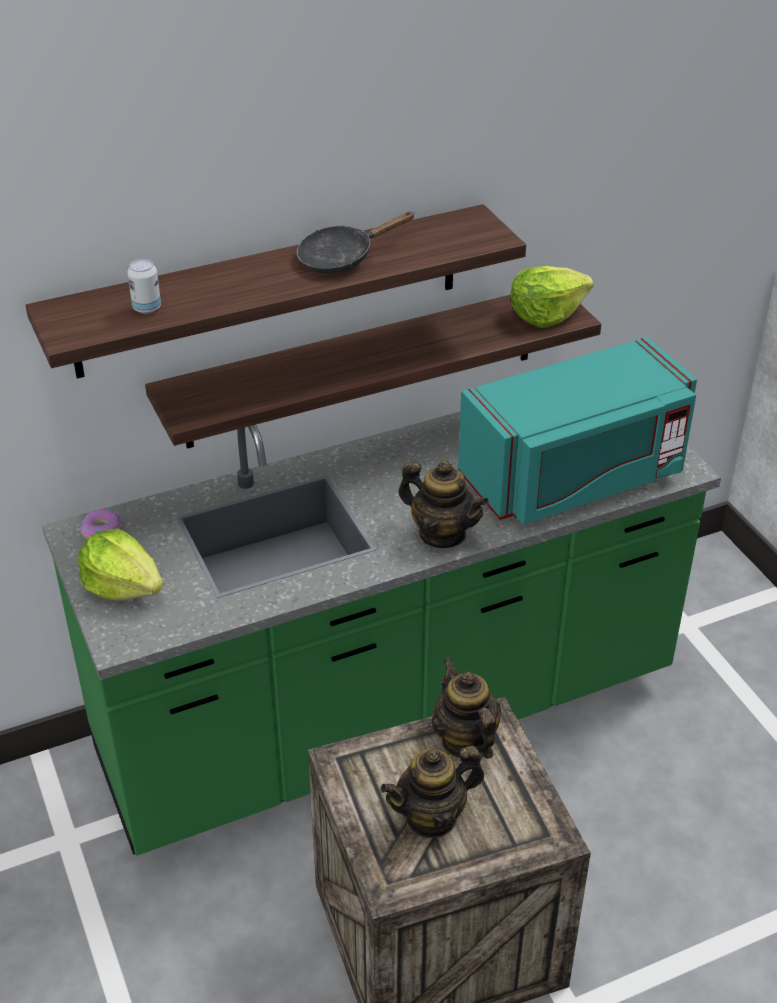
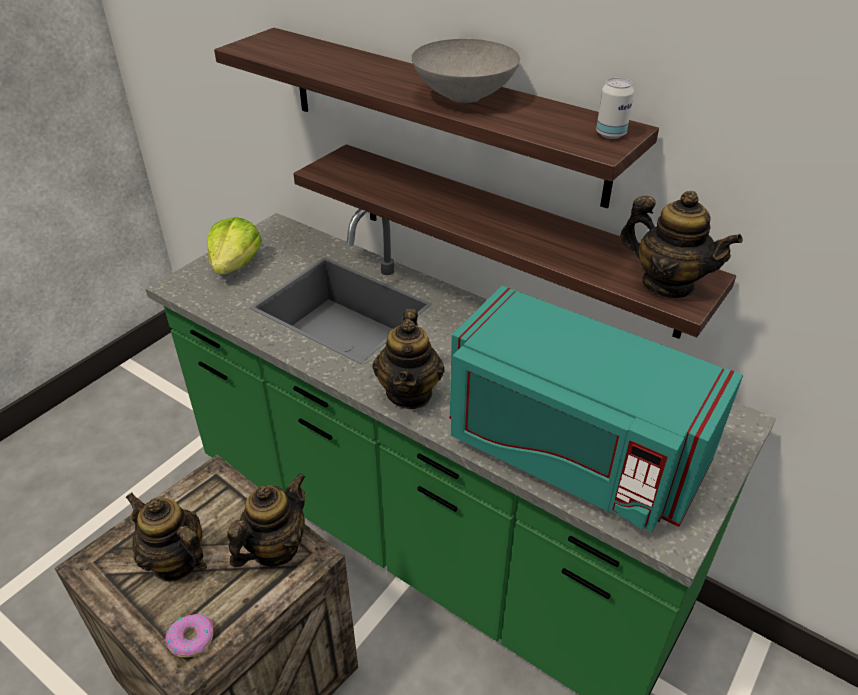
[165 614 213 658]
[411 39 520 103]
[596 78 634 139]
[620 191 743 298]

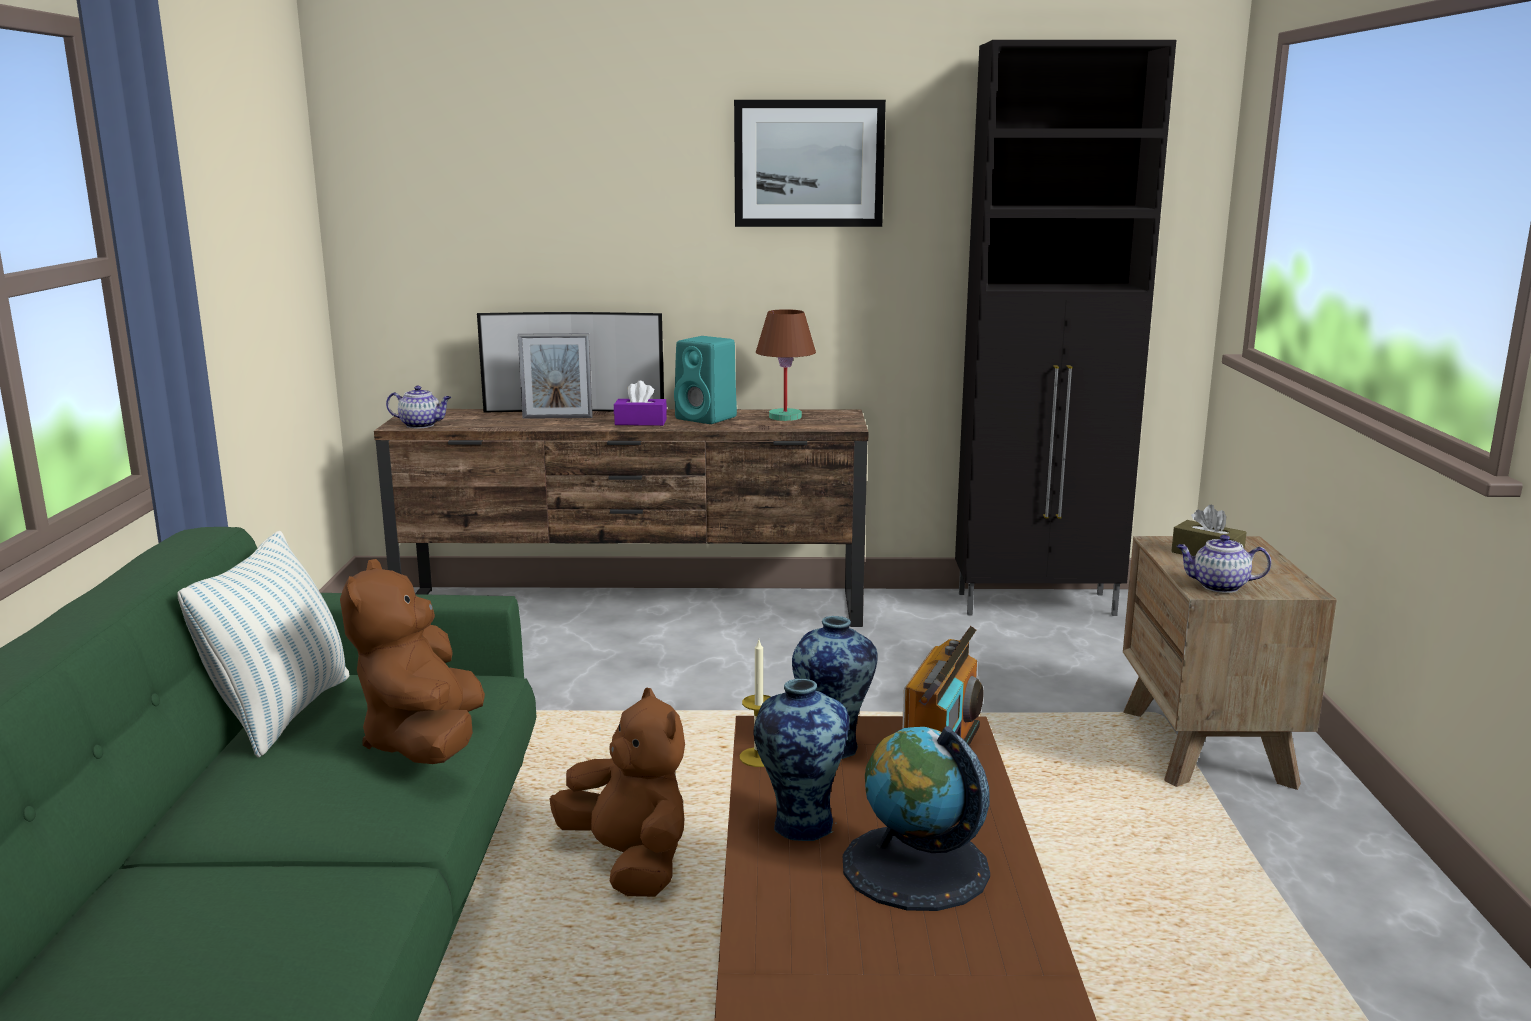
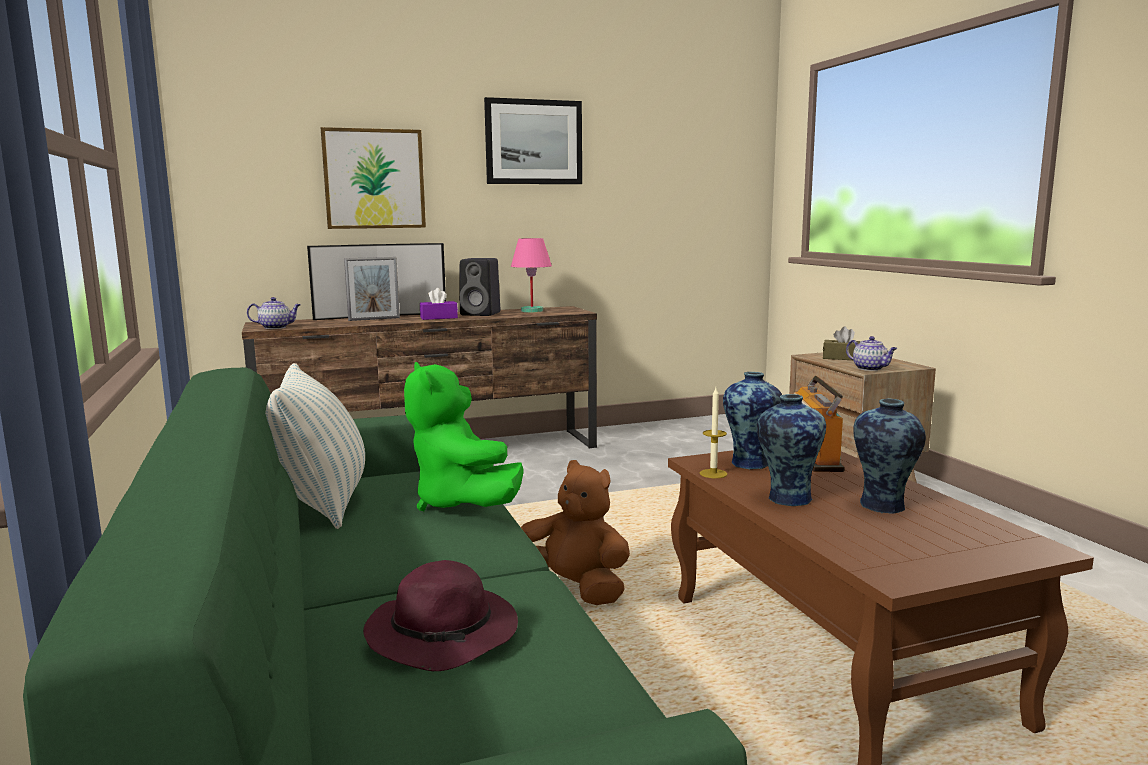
[321 127 426 229]
[363 560 518 671]
[404 362 524 511]
[459 258 500 316]
[511 238 552 312]
[846 336 897 371]
[853 399 926 513]
[955 40 1176 616] (first image)

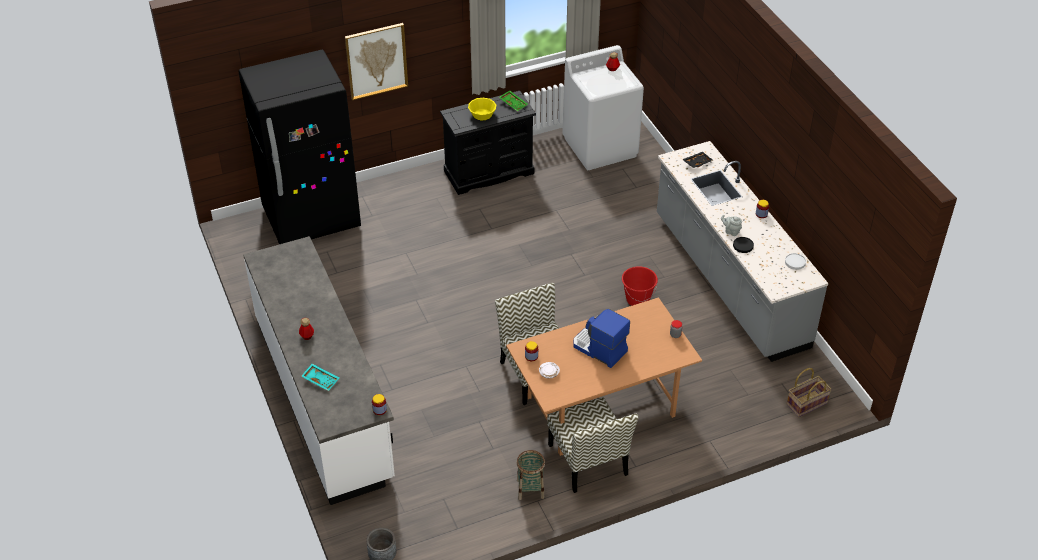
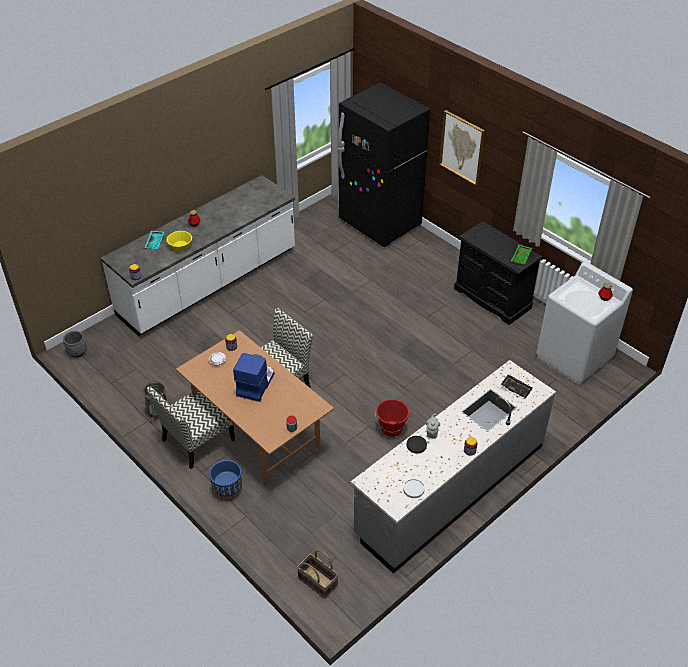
[166 231 192 252]
[209 460 242 500]

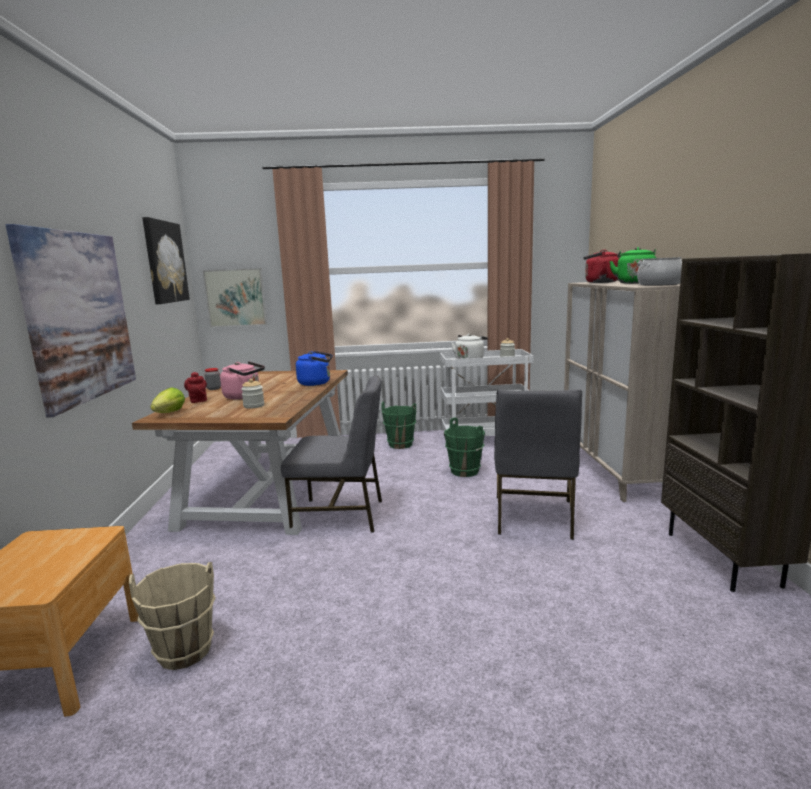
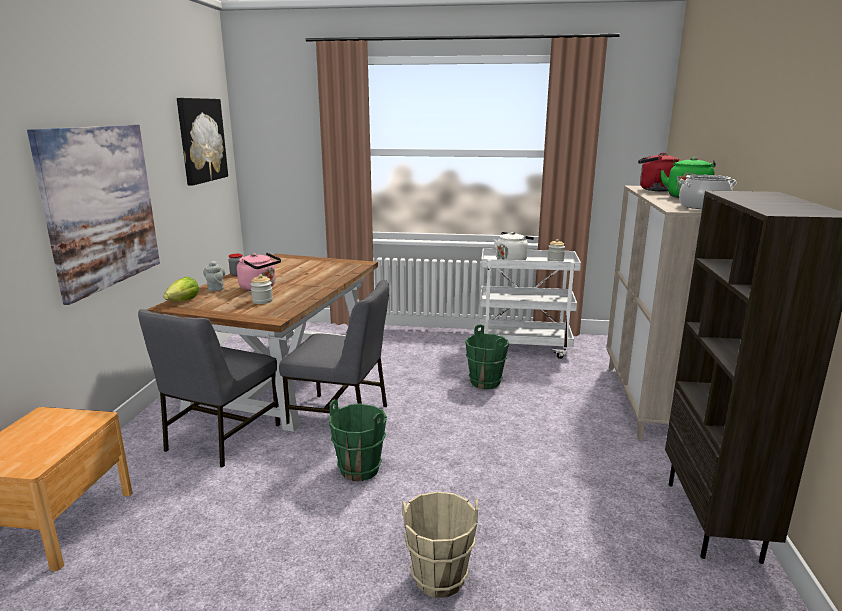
[138 309 280 468]
[203 260 225 291]
[329 399 387 481]
[402 491 478 598]
[203 268 267 328] (first image)
[296 351 333 386] (first image)

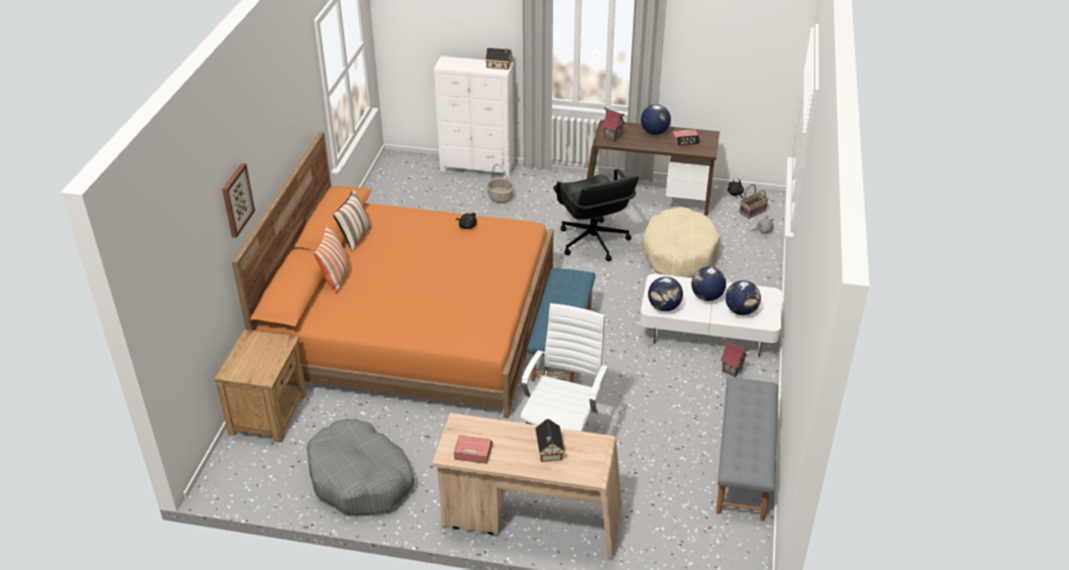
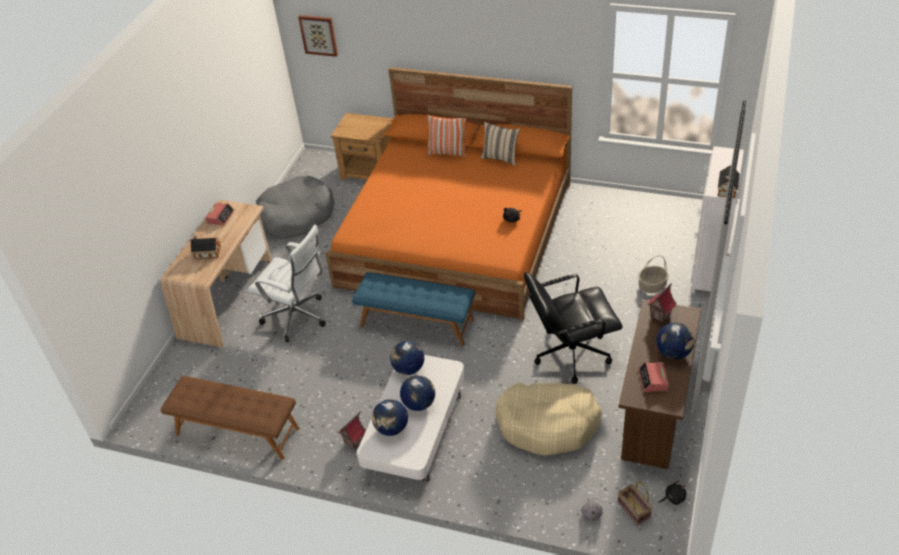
[160 376 300 460]
[298 15 338 57]

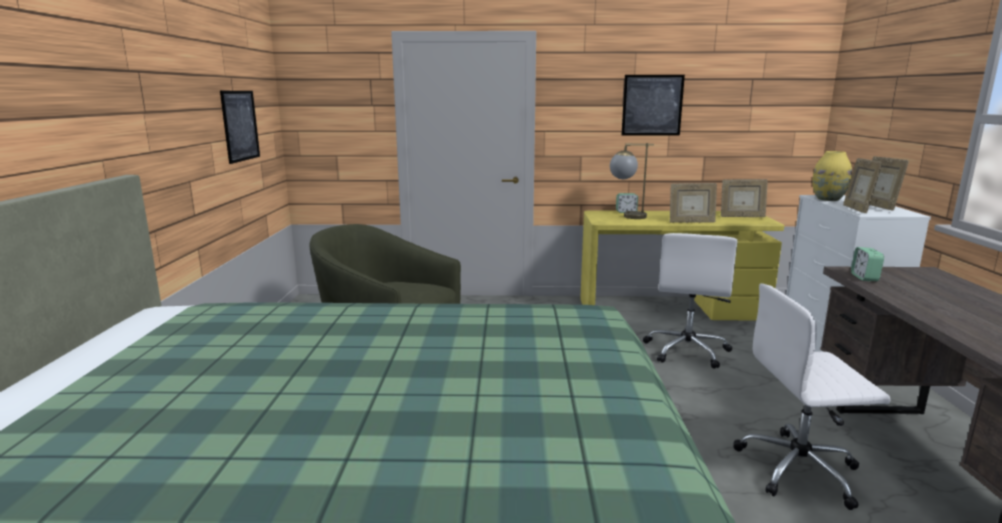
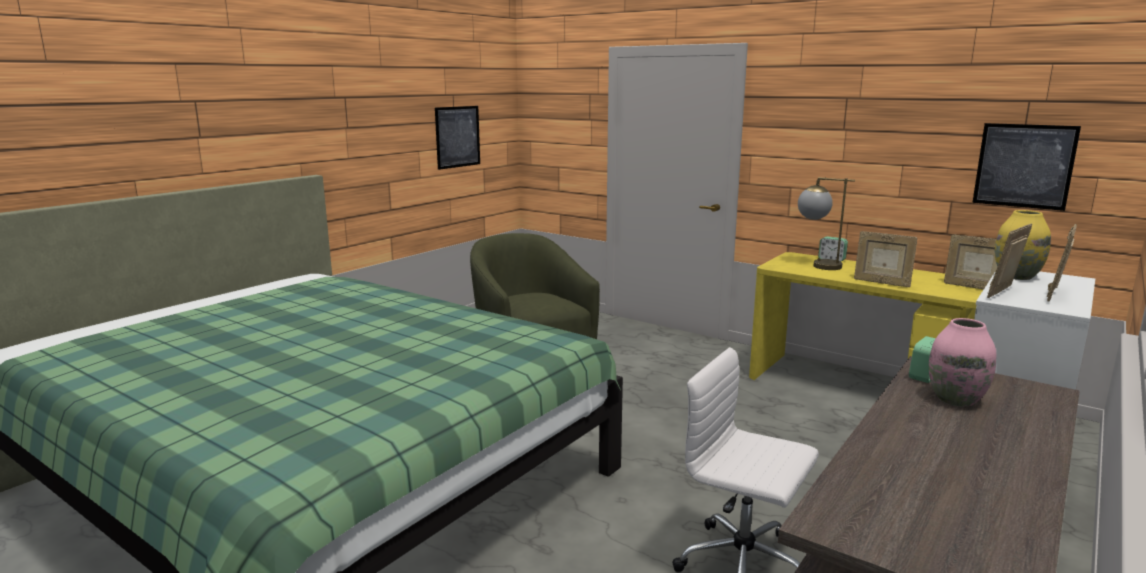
[929 318 996 407]
[972 123 1081 211]
[643 233 737 369] (first image)

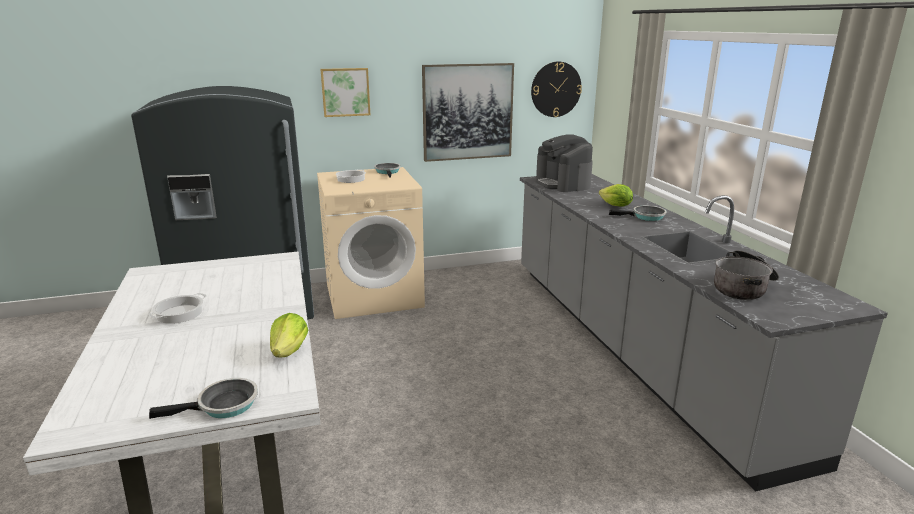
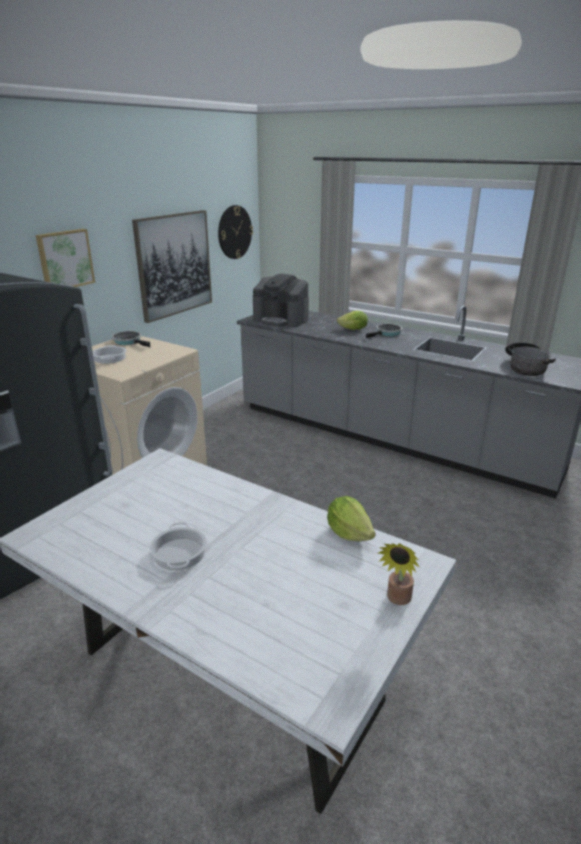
[378 543 420 605]

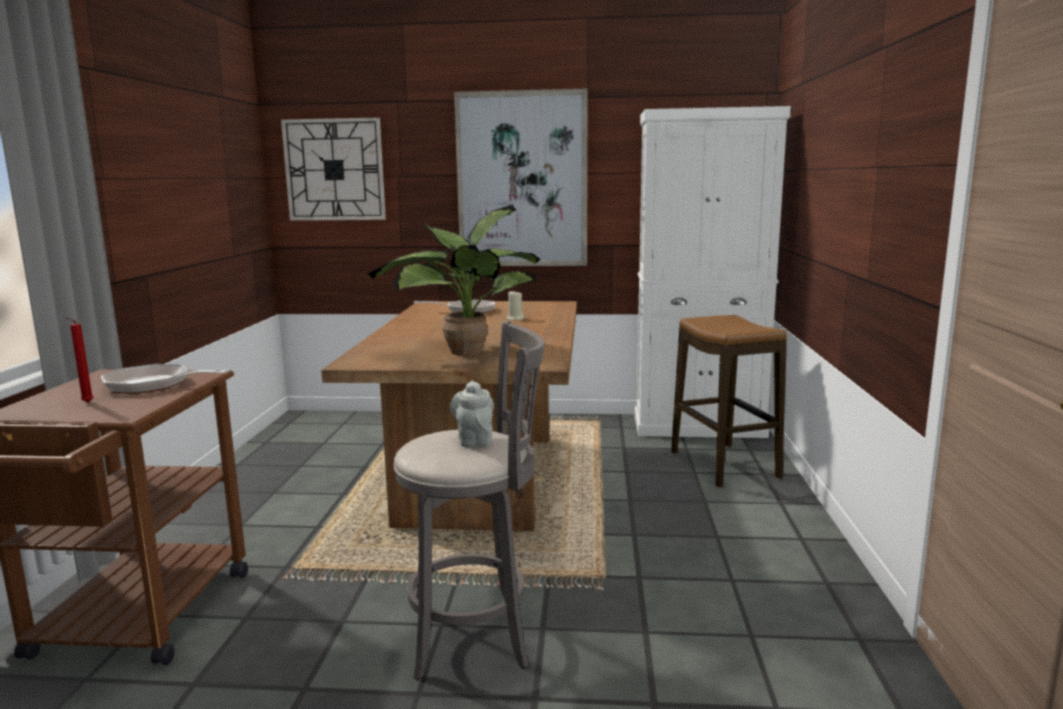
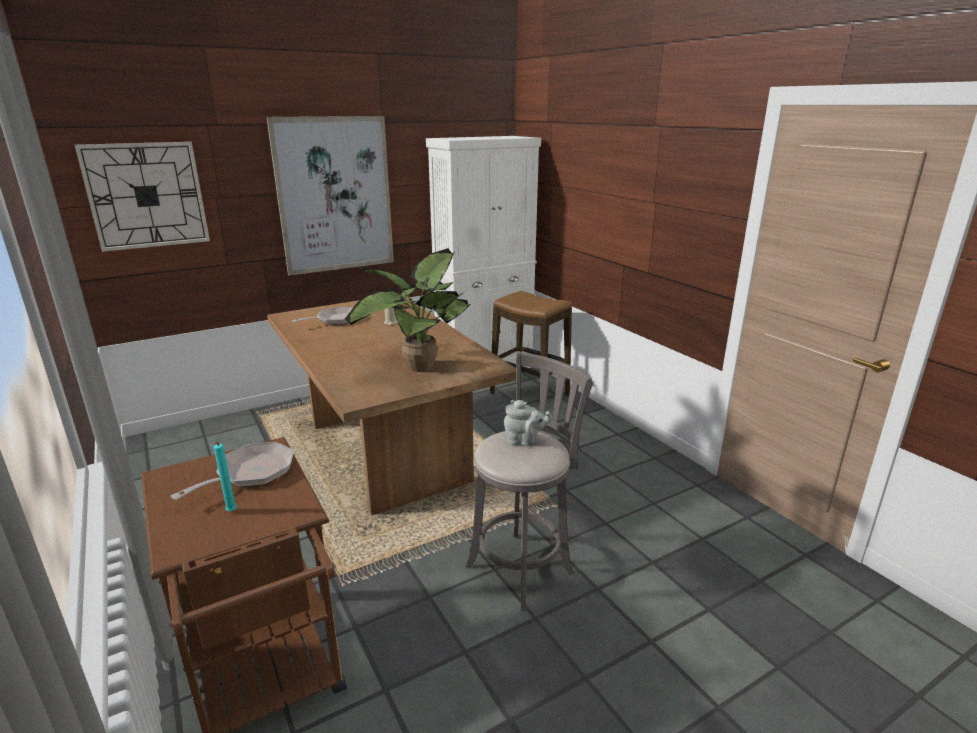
[171 442 294 500]
[214 442 237 512]
[504 400 553 446]

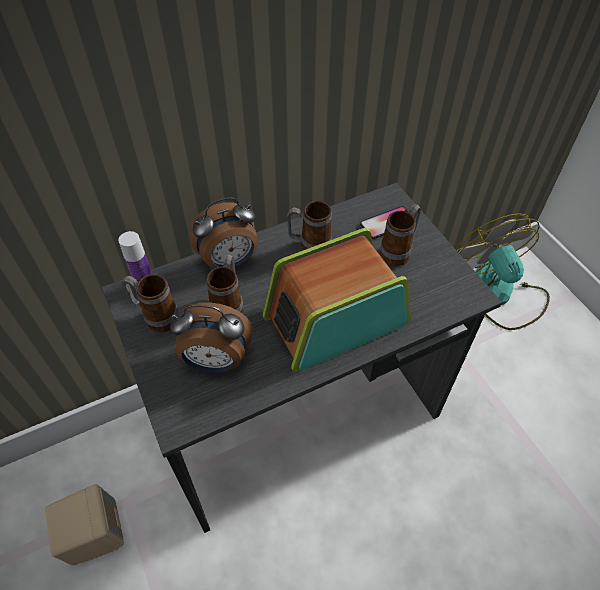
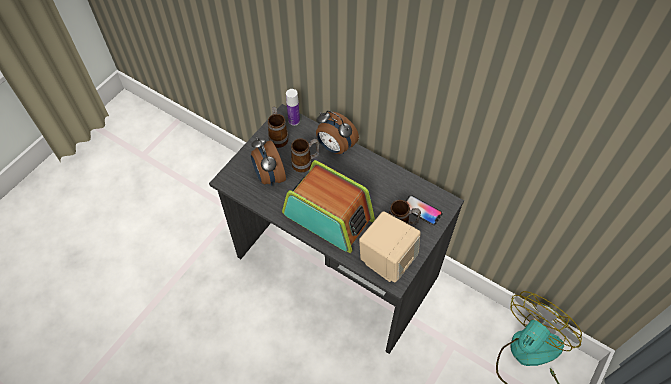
[359 211 421 282]
[287 201 332 250] (first image)

